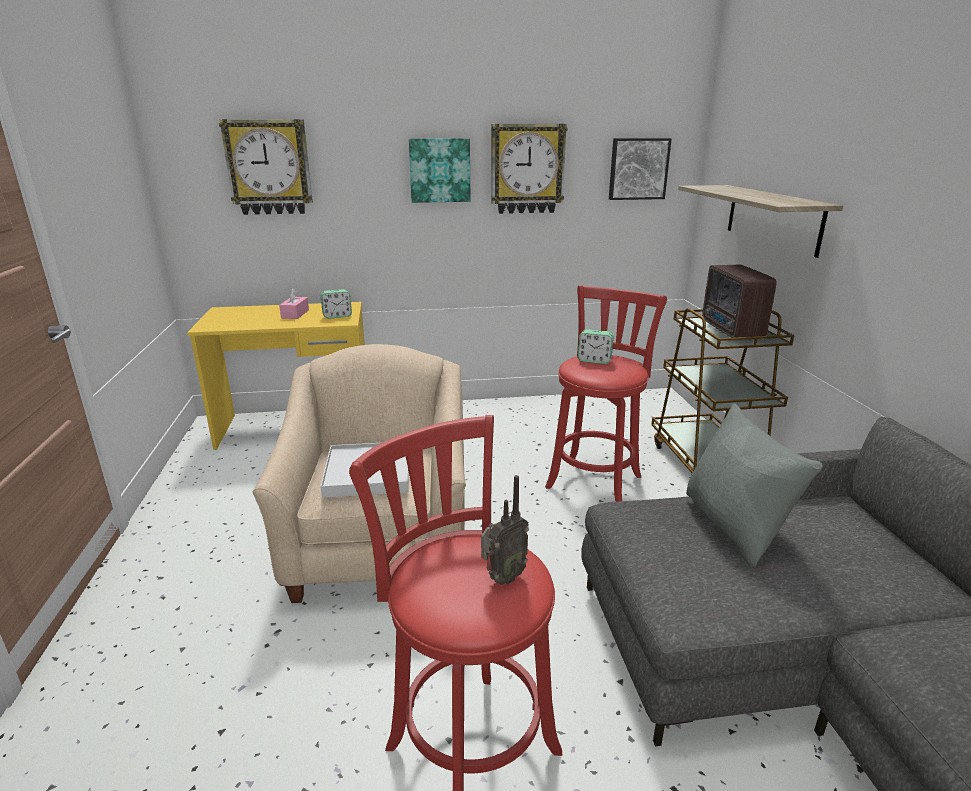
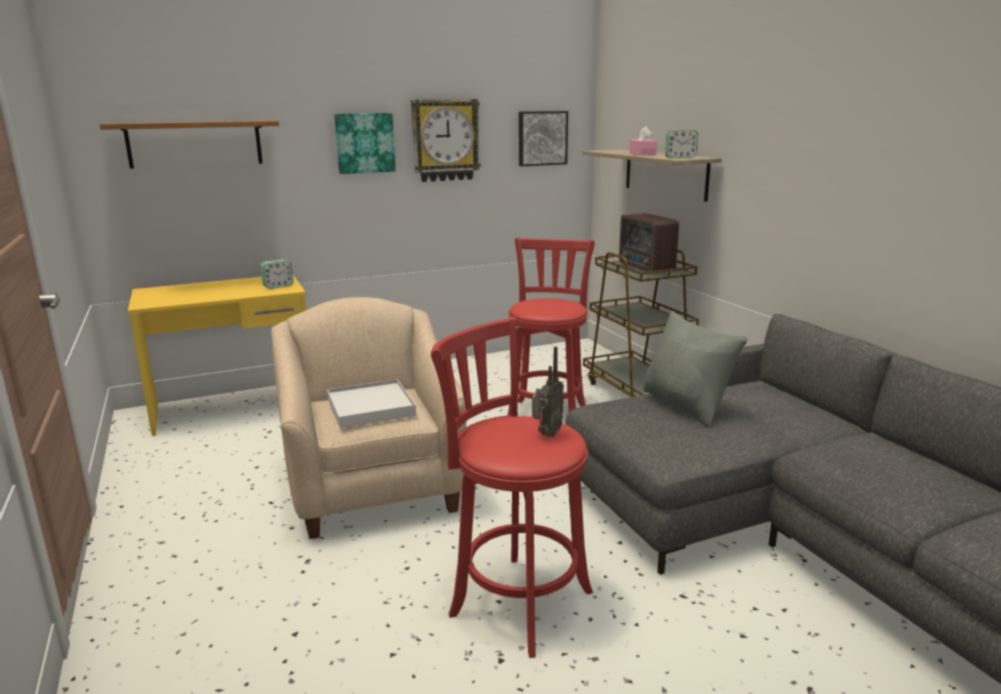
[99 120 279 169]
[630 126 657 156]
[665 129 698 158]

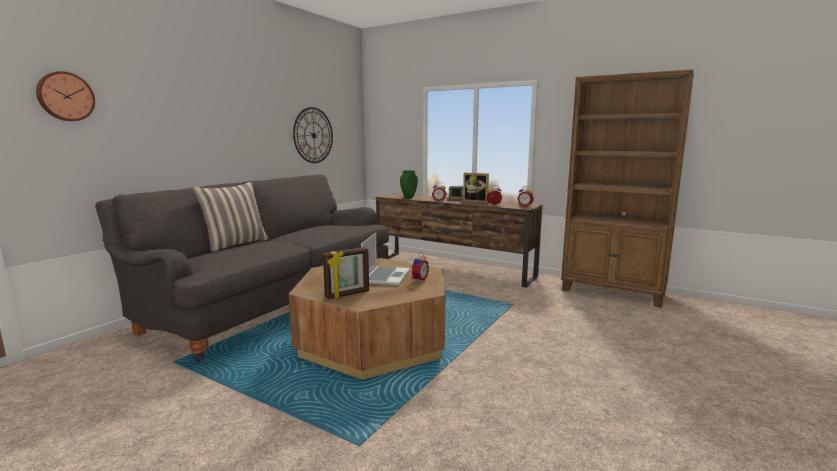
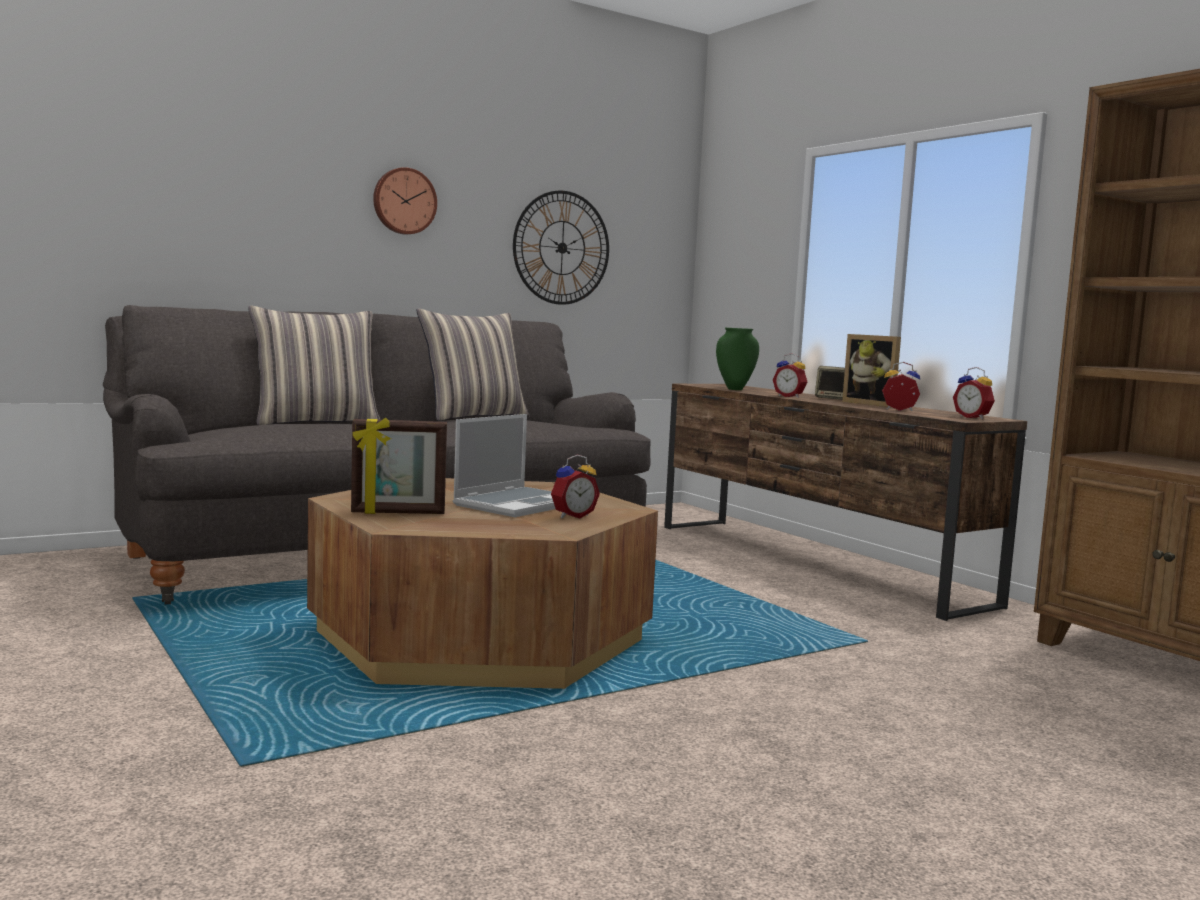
[373 167 437 234]
[417 309 529 421]

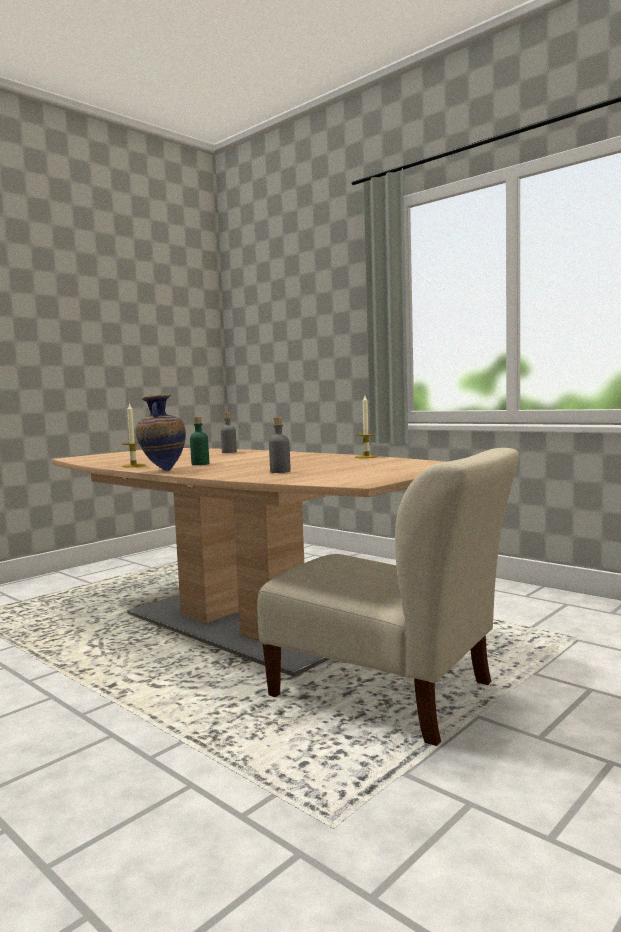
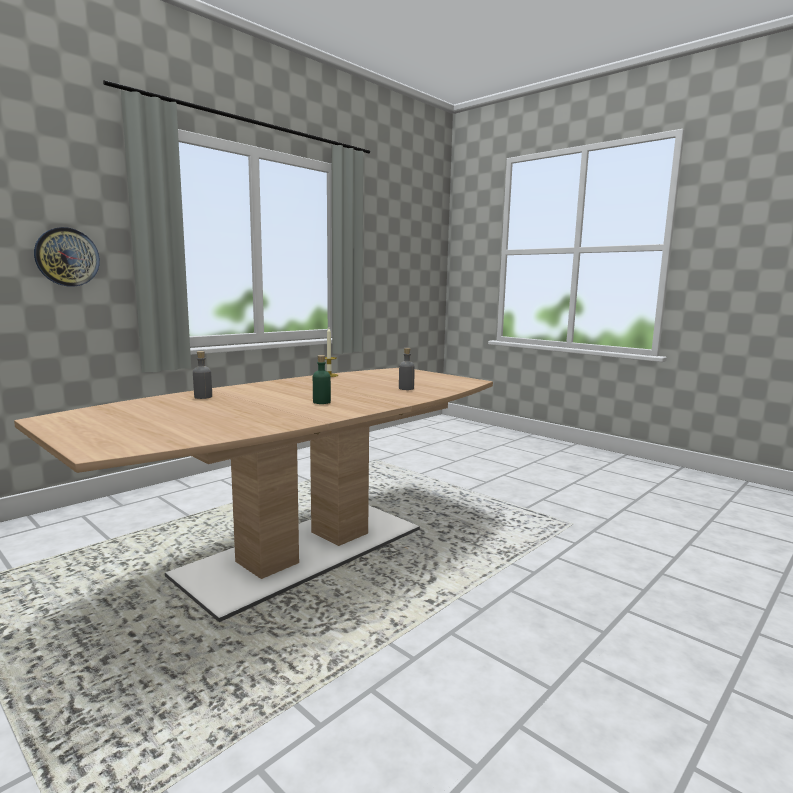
[34 227 100 287]
[122 403 146 467] (first image)
[136 394 186 471] (first image)
[257 448 519 746] (first image)

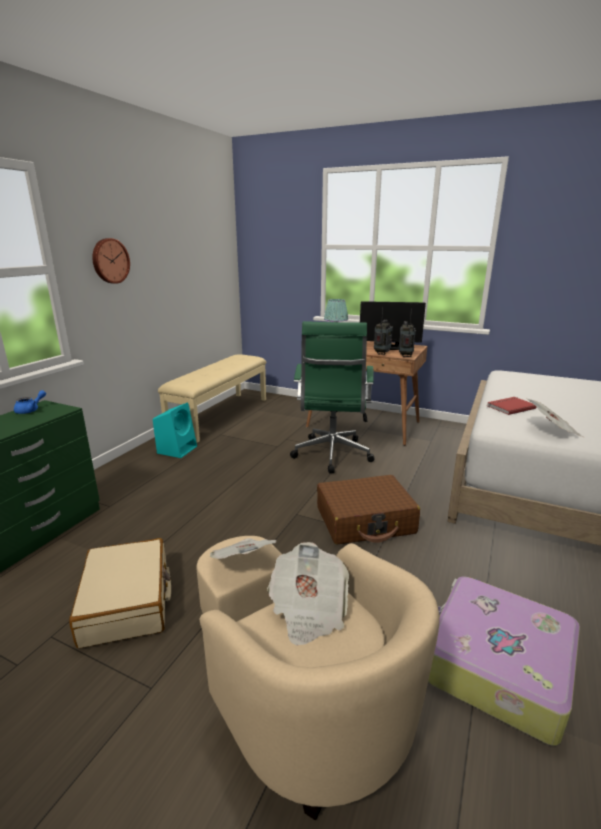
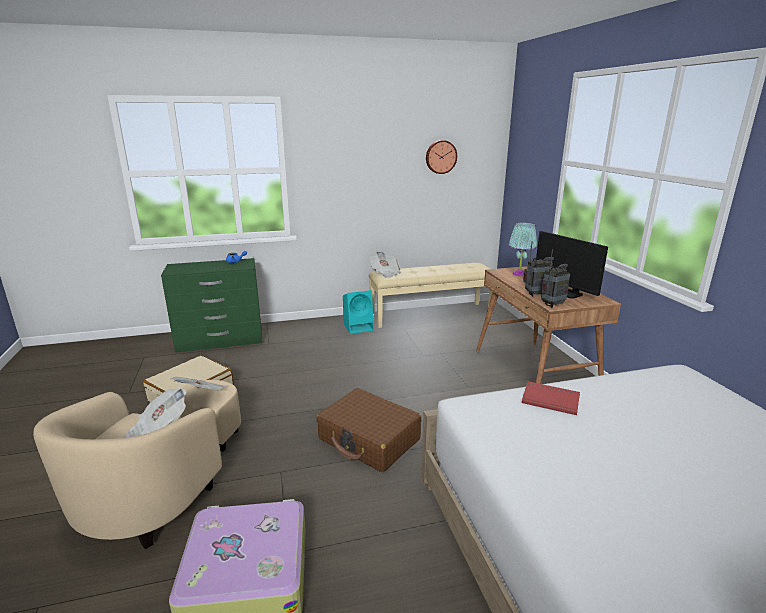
[370 251 401 278]
[426 140 457 174]
[290 321 374 474] (first image)

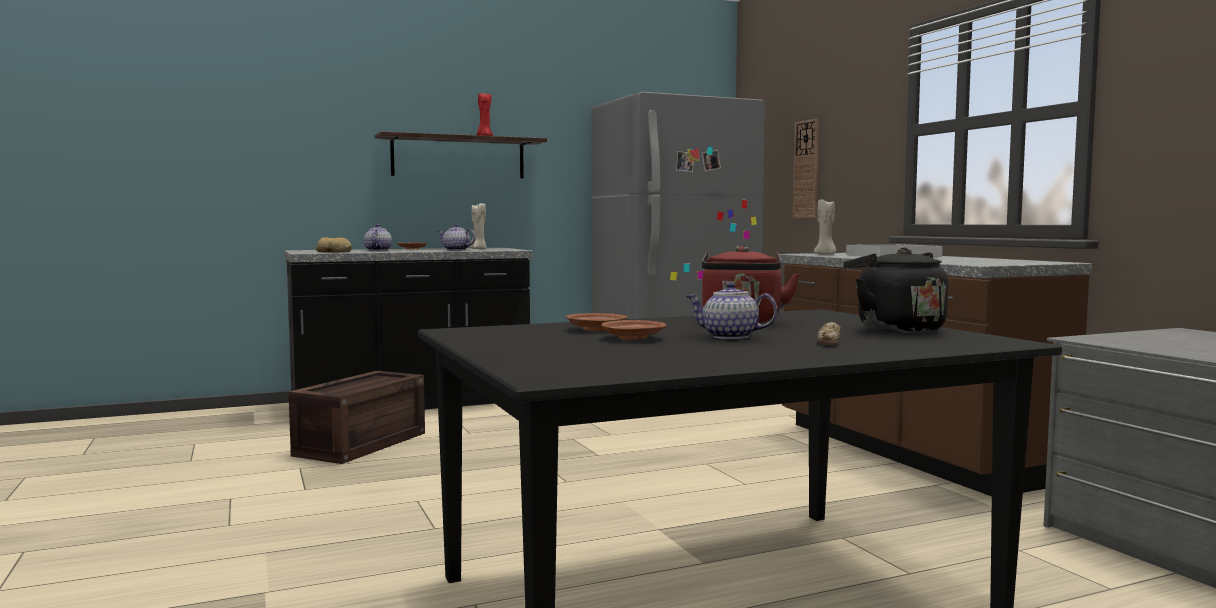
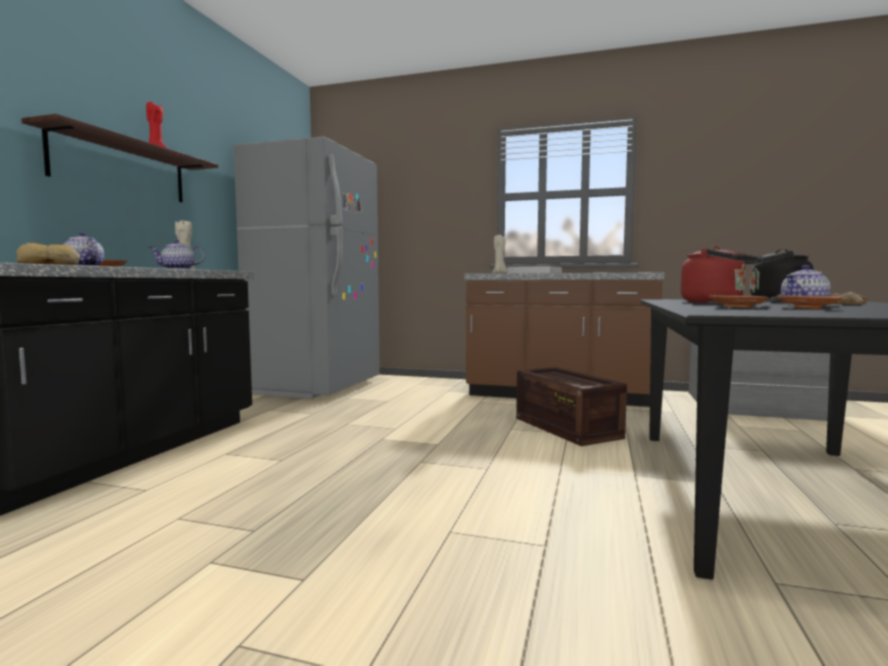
[516 367 627 446]
[793 119 819 218] (first image)

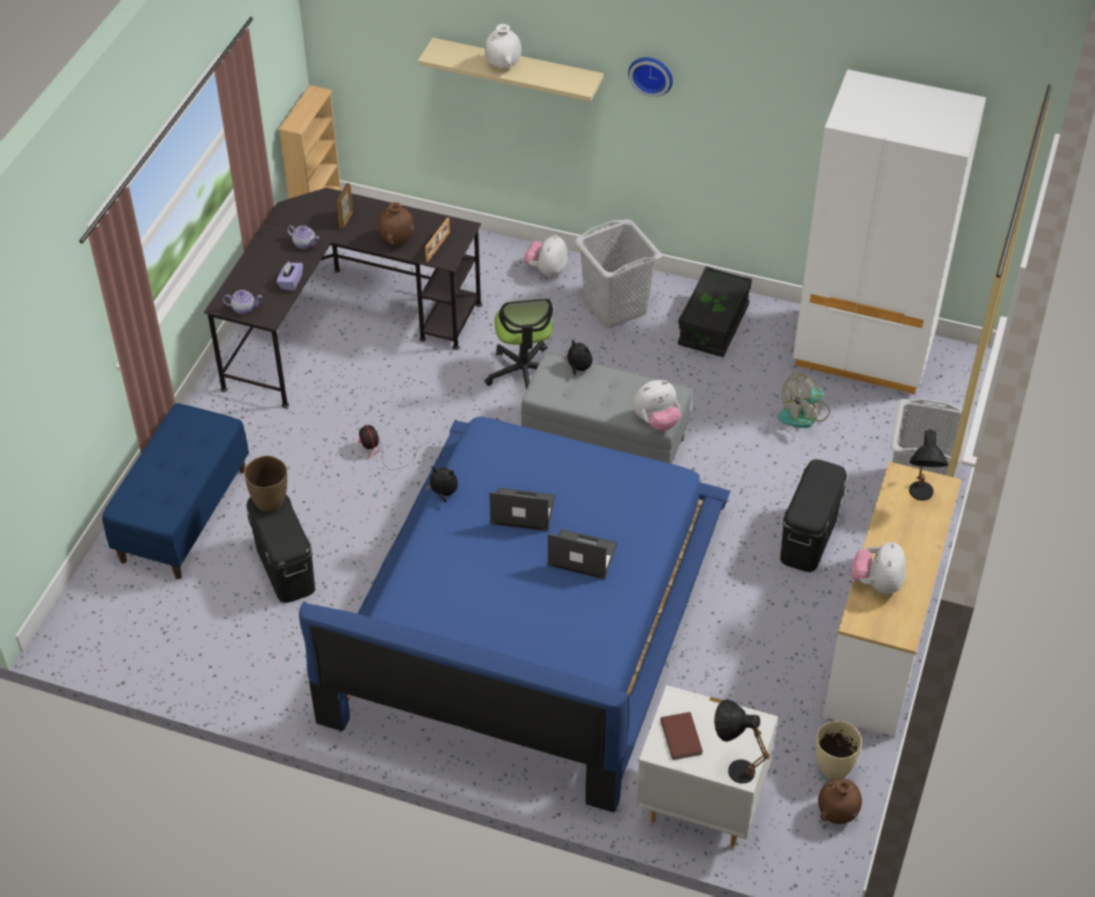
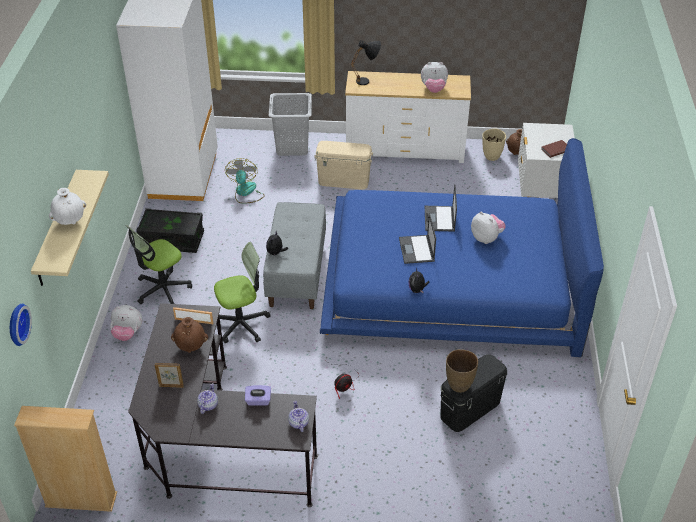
[10 303 32 346]
[125 225 192 304]
[225 158 265 204]
[314 141 373 189]
[471 212 506 244]
[102 403 249 579] (first image)
[714 699 770 784] (first image)

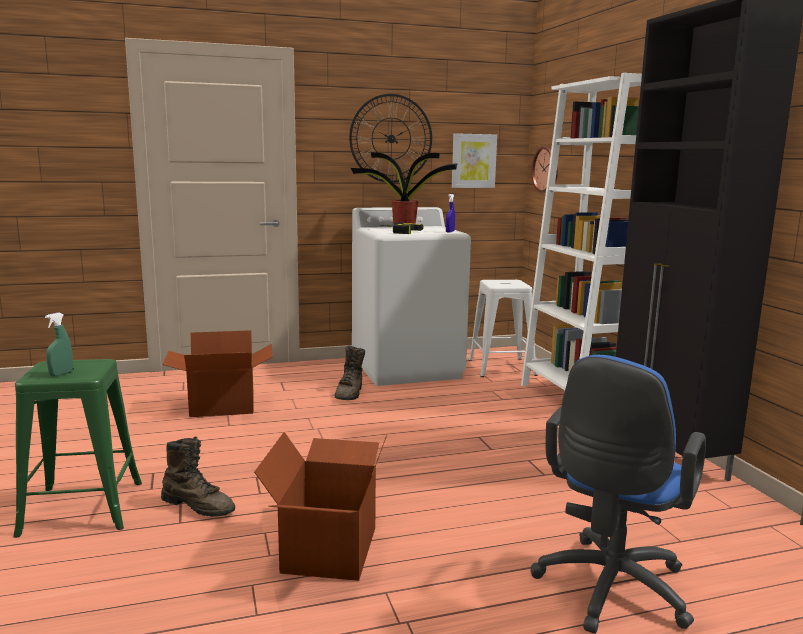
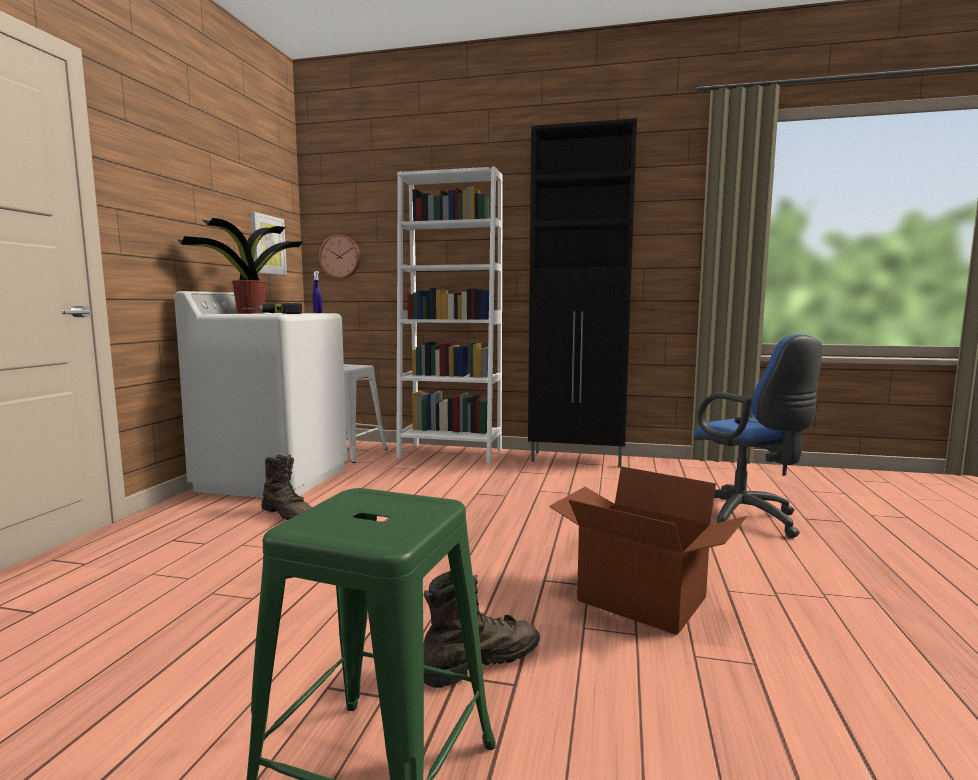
[45 312 73 377] (first image)
[163 330 273 417] (first image)
[349 94 432 183] (first image)

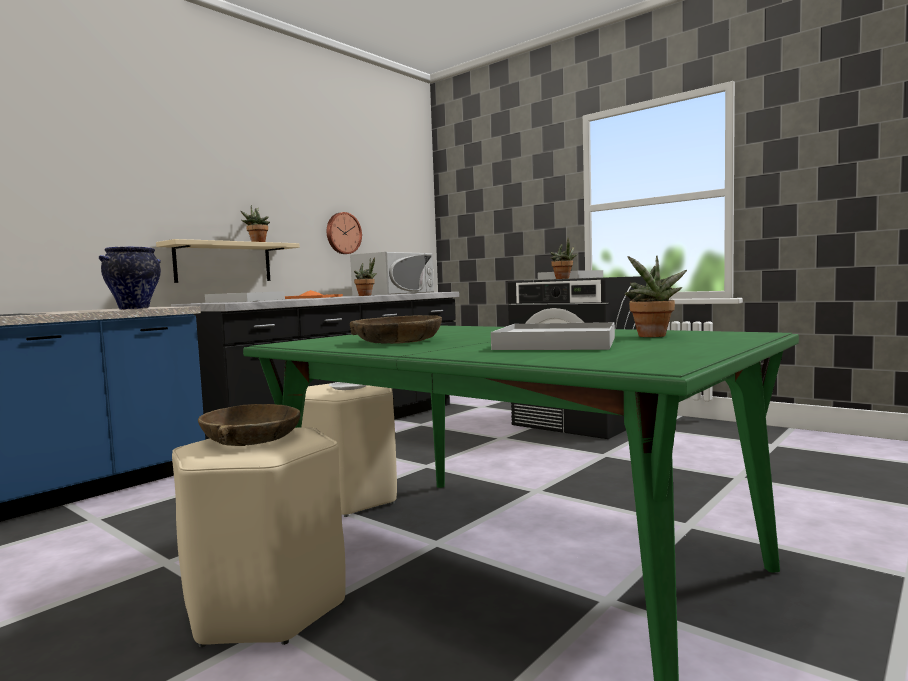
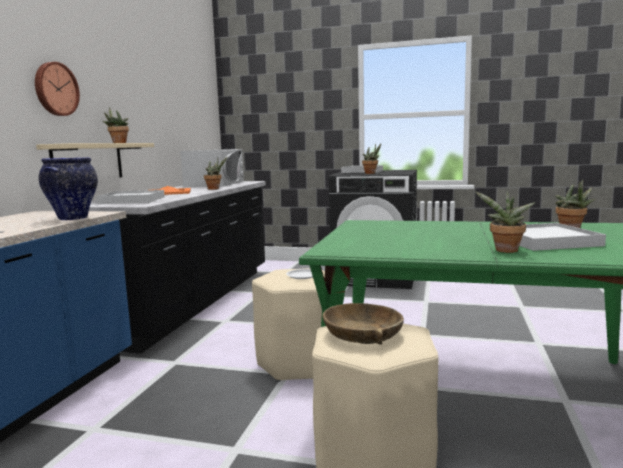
[35 62 80 116]
[475 190 535 253]
[350 315 442 344] (first image)

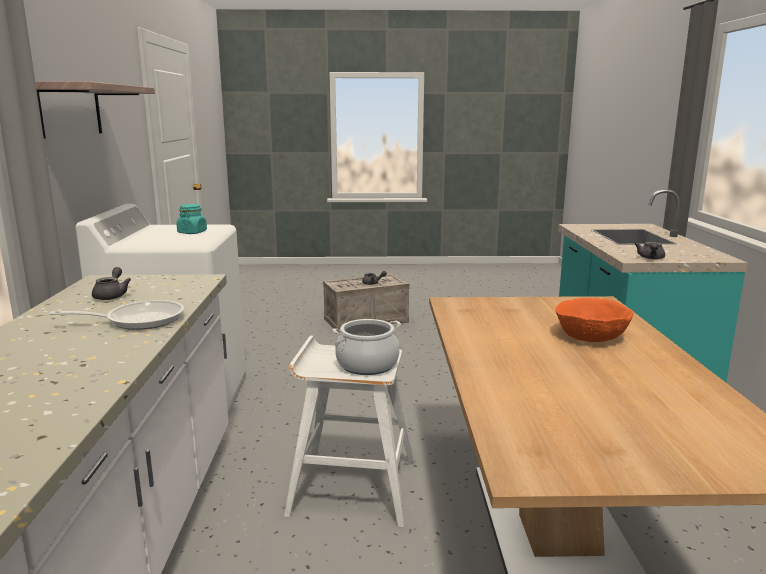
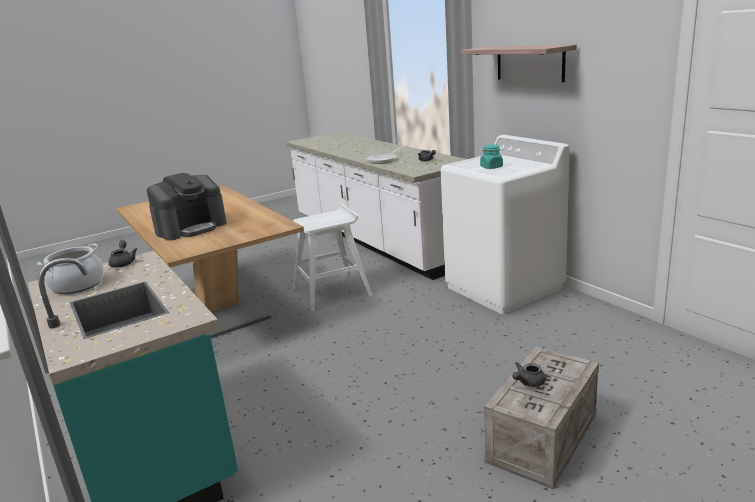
[37 244 104 294]
[147 173 227 241]

